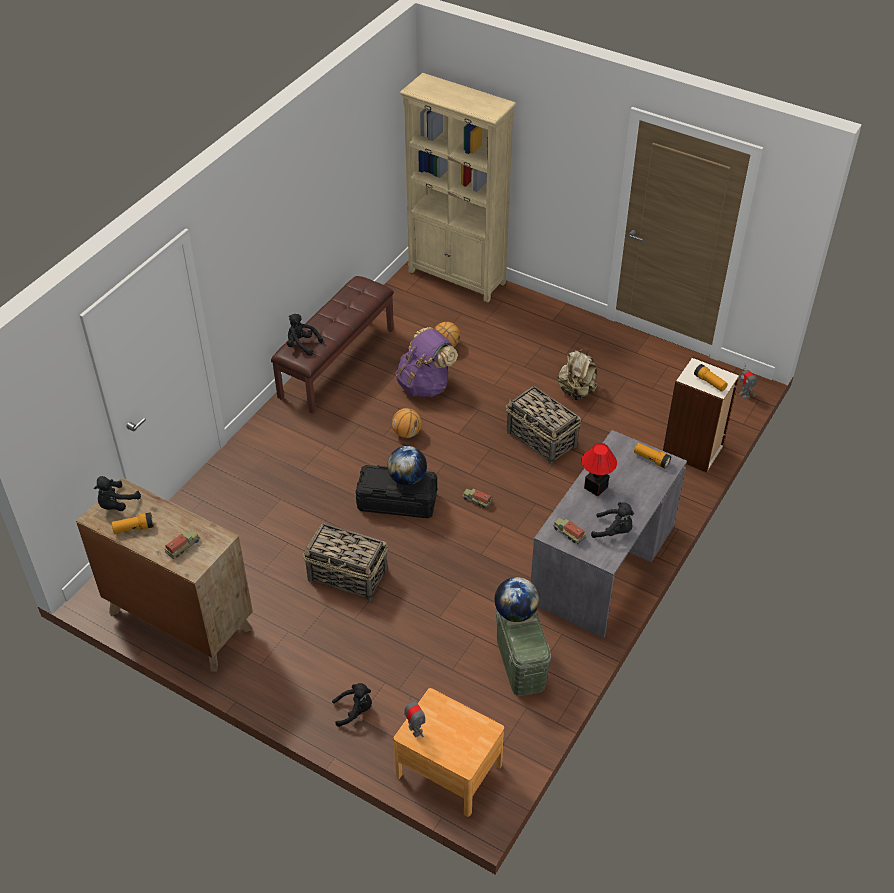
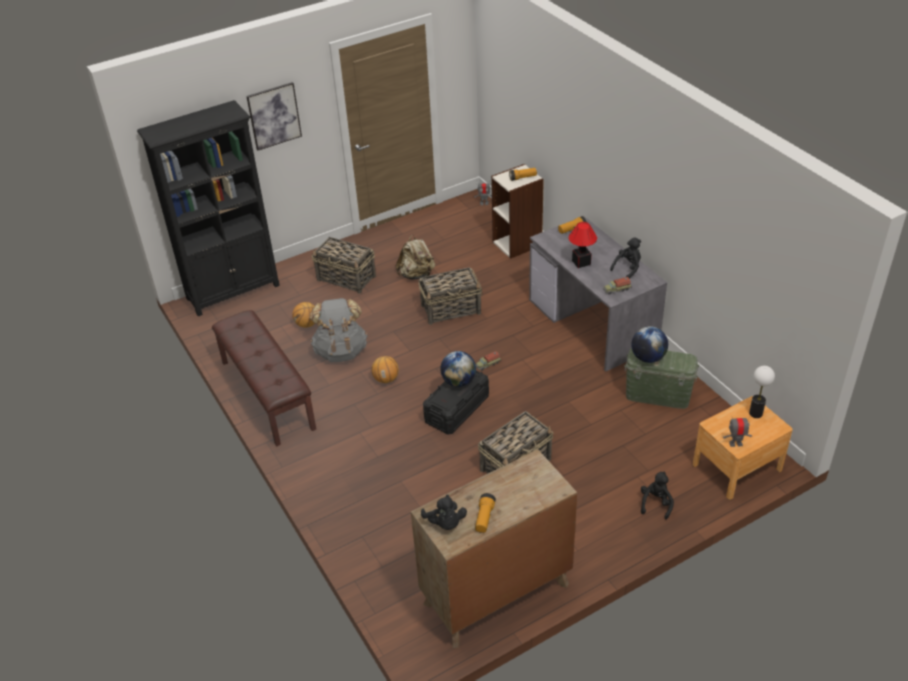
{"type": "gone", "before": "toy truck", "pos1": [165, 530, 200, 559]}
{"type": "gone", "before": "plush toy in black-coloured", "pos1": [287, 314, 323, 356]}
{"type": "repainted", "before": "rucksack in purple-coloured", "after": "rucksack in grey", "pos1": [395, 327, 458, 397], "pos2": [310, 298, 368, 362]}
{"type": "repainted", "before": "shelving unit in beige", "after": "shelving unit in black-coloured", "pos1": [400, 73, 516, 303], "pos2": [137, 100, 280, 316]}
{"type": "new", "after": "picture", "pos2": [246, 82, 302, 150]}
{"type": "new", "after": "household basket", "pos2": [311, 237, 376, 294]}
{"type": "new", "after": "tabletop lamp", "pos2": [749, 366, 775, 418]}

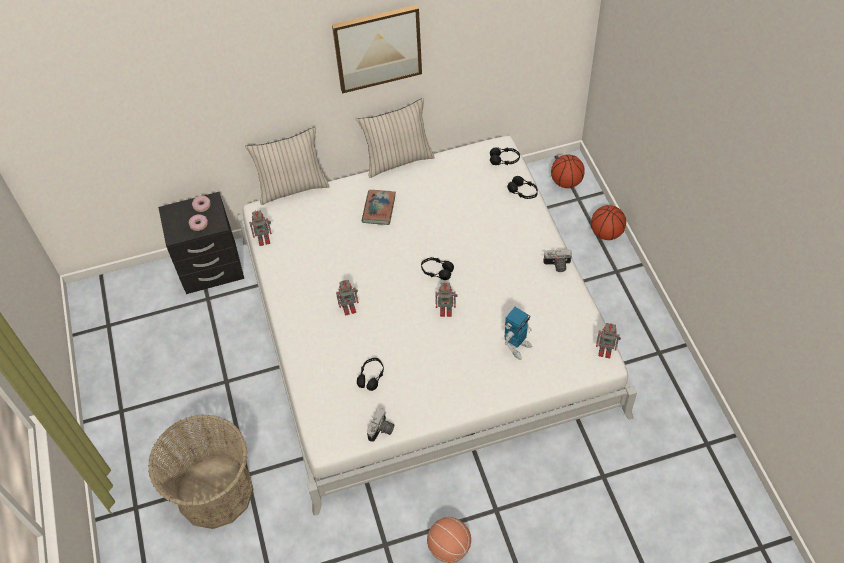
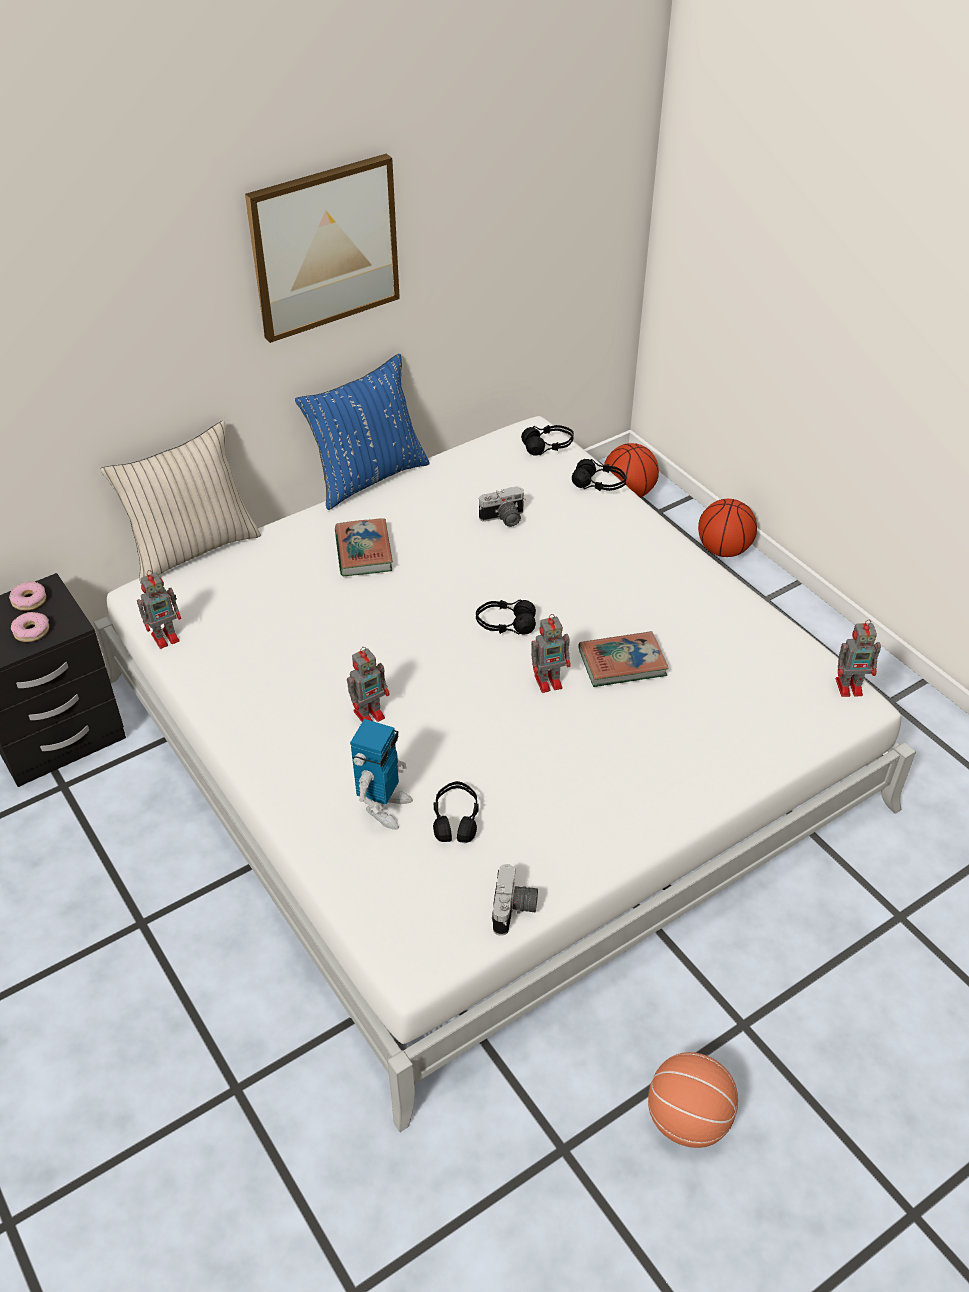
{"type": "gone", "before": "household basket", "pos1": [148, 414, 254, 529]}
{"type": "repainted", "before": "pillow in beige", "after": "pillow in blue-coloured", "pos1": [357, 98, 435, 178], "pos2": [295, 354, 430, 510]}
{"type": "shifted", "before": "model robot", "pos1": [504, 307, 532, 360], "pos2": [350, 719, 413, 830]}
{"type": "shifted", "before": "photo camera", "pos1": [543, 249, 573, 272], "pos2": [479, 486, 526, 527]}
{"type": "new", "after": "book", "pos2": [579, 631, 669, 687]}

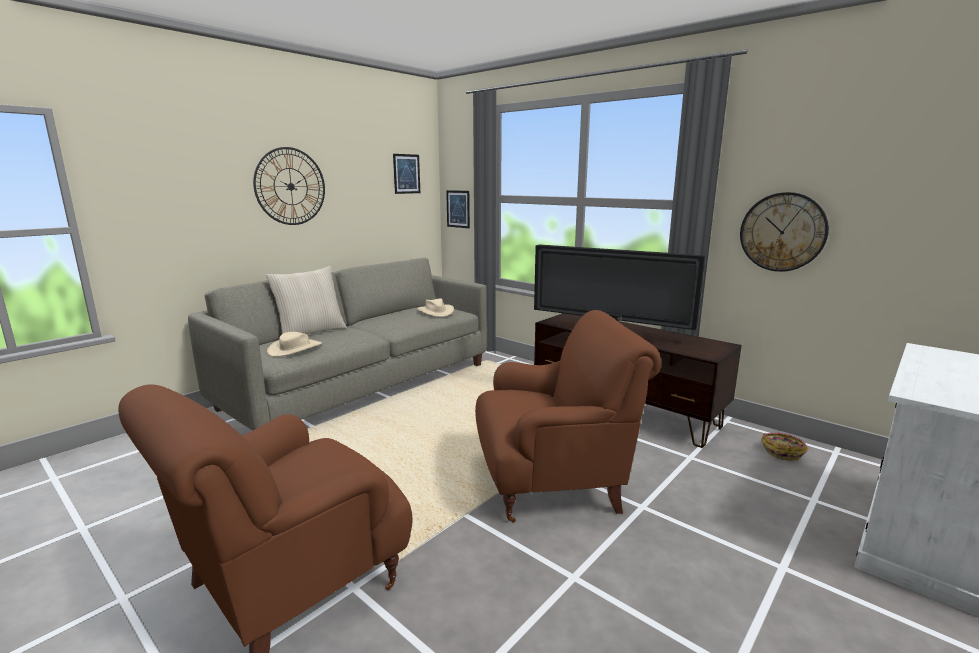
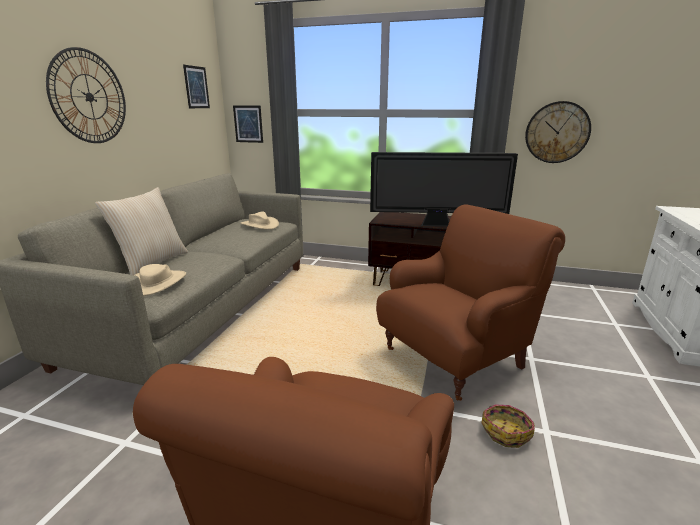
{"type": "shifted", "before": "household basket", "pos1": [761, 432, 809, 461], "pos2": [481, 404, 535, 448]}

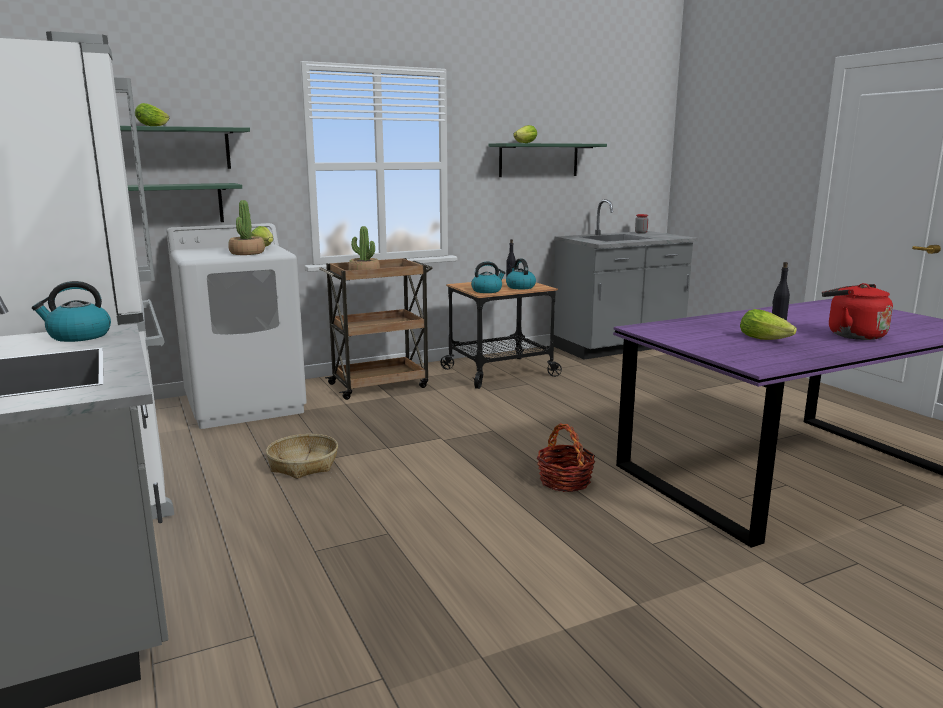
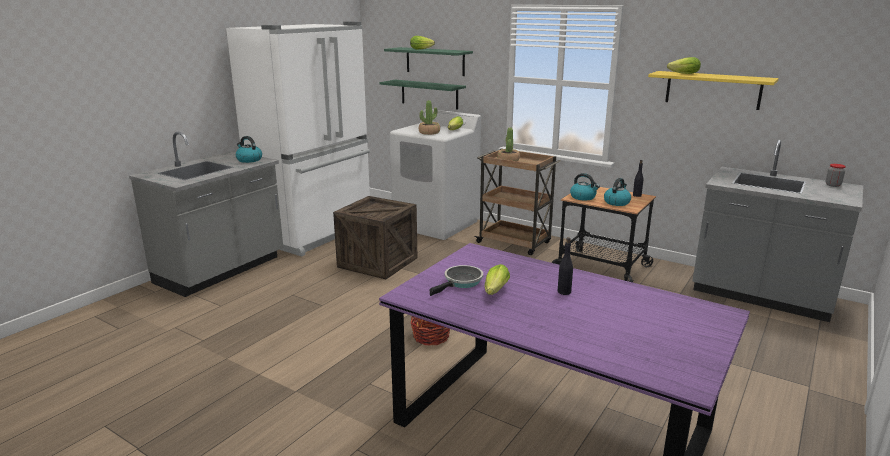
{"type": "swapped", "before": "household basket", "after": "crate", "pos1": [266, 434, 338, 479], "pos2": [333, 196, 417, 279]}
{"type": "repainted", "before": "wall shelf in green", "after": "wall shelf in yellow", "pos1": [489, 143, 607, 177], "pos2": [648, 71, 779, 110]}
{"type": "gone", "before": "water kettle in red", "pos1": [822, 283, 893, 340]}
{"type": "new", "after": "frying pan", "pos2": [430, 265, 483, 296]}

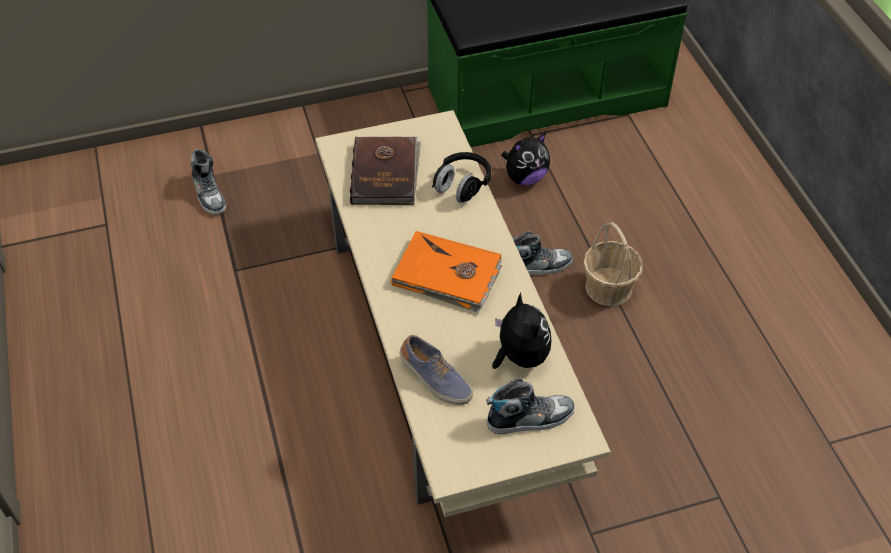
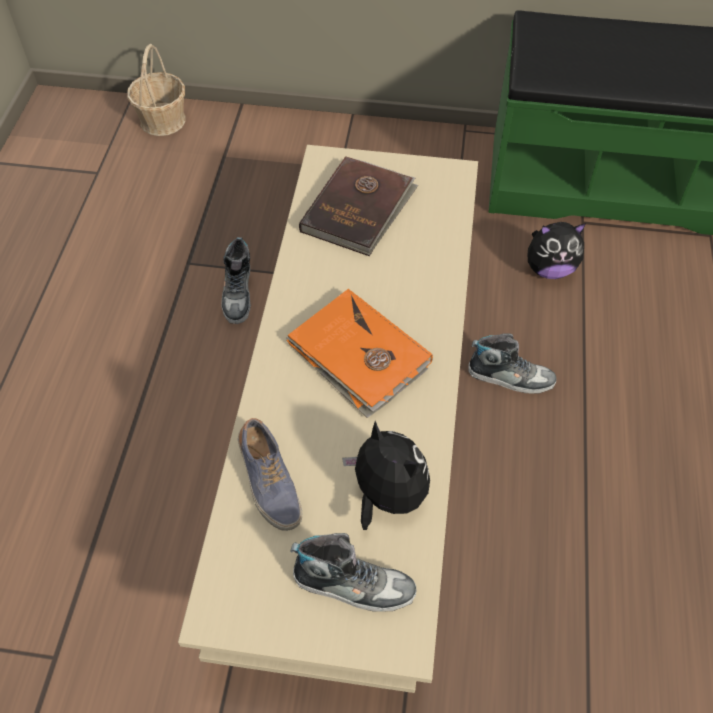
{"type": "shifted", "before": "shoe", "pos1": [191, 149, 226, 215], "pos2": [222, 237, 251, 324]}
{"type": "gone", "before": "headset in black-coloured", "pos1": [432, 152, 491, 203]}
{"type": "rotated", "before": "plush toy", "pos1": [492, 292, 552, 369], "pos2": [342, 421, 430, 530], "turn": -45}
{"type": "shifted", "before": "household basket", "pos1": [583, 222, 643, 306], "pos2": [127, 44, 185, 136]}

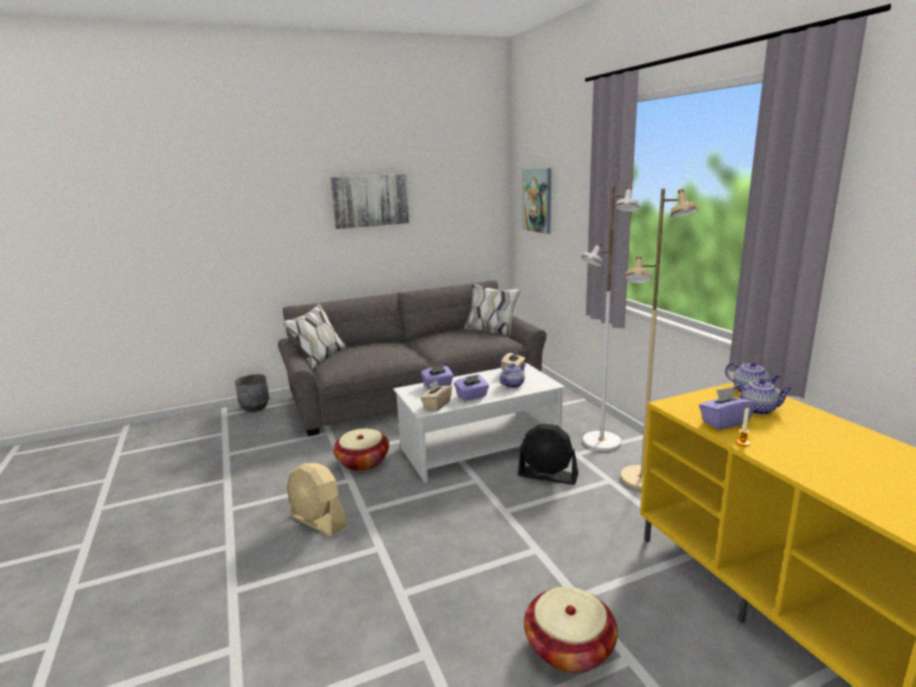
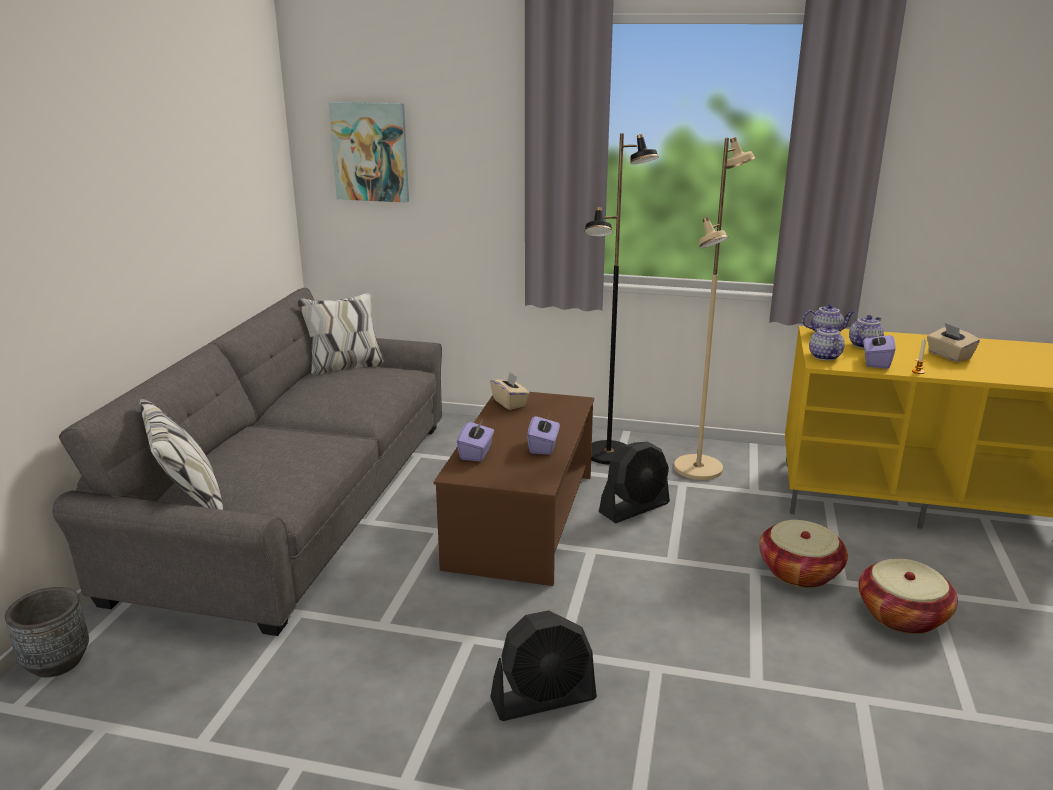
{"type": "repainted", "before": "electric fan in beige", "after": "electric fan in black-coloured", "pos1": [287, 463, 348, 537], "pos2": [490, 610, 597, 721]}
{"type": "gone", "before": "picture", "pos1": [330, 174, 409, 229]}
{"type": "shifted", "before": "household basket", "pos1": [333, 429, 389, 471], "pos2": [759, 520, 848, 588]}
{"type": "repainted", "before": "coffee table in whitish", "after": "coffee table in brown", "pos1": [394, 363, 565, 483], "pos2": [434, 392, 594, 586]}
{"type": "shifted", "before": "box of tissues in beige", "pos1": [420, 380, 452, 411], "pos2": [927, 323, 980, 362]}
{"type": "shifted", "before": "teapot", "pos1": [499, 363, 526, 388], "pos2": [809, 325, 845, 360]}
{"type": "repainted", "before": "standard lamp in whitish", "after": "standard lamp in black-coloured", "pos1": [581, 186, 640, 451], "pos2": [584, 133, 659, 465]}

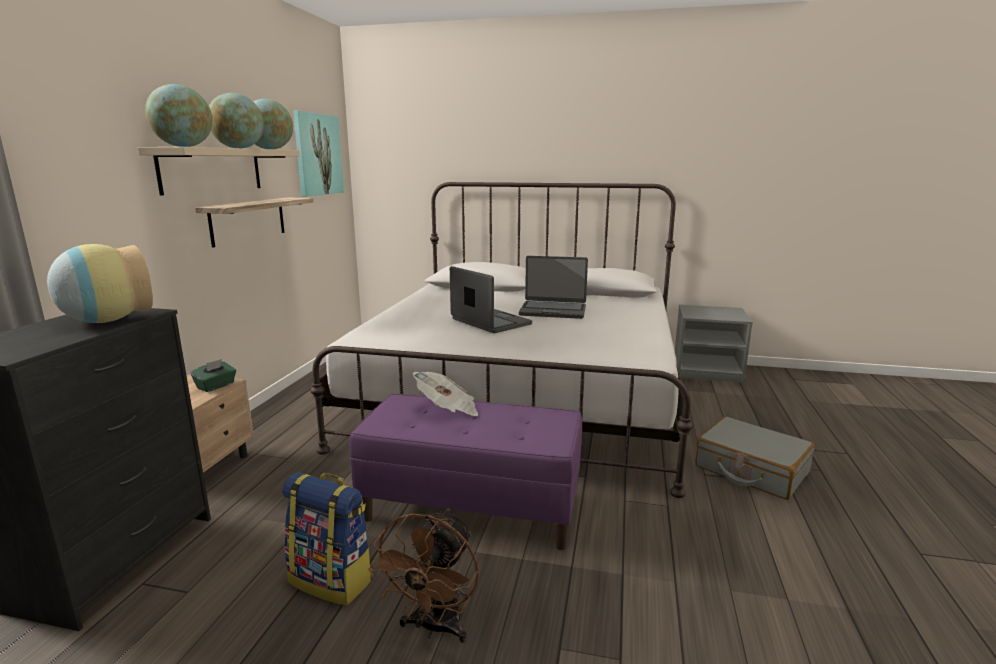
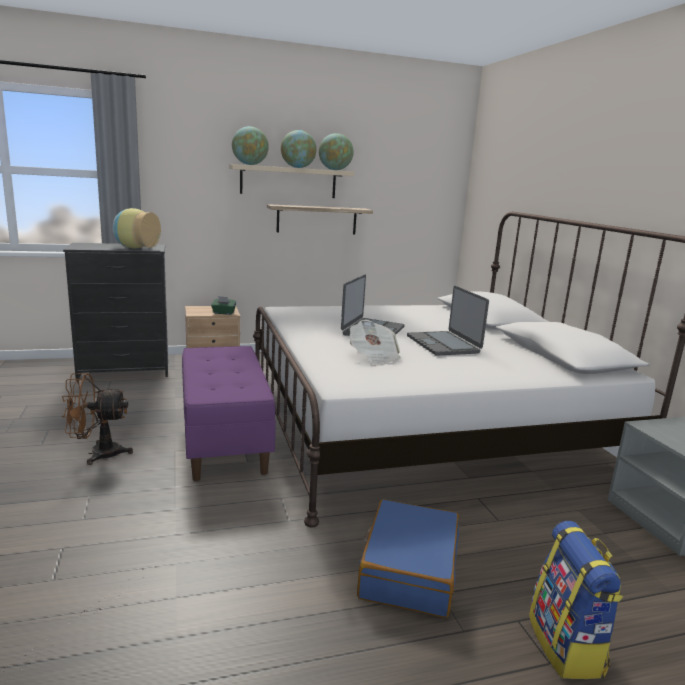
{"type": "shifted", "before": "rucksack", "pos1": [282, 472, 373, 606], "pos2": [529, 521, 623, 679]}
{"type": "gone", "before": "picture", "pos1": [293, 111, 344, 197]}
{"type": "shifted", "before": "daily paper", "pos1": [413, 372, 478, 416], "pos2": [350, 320, 401, 366]}
{"type": "repainted", "before": "piece of luggage in grey", "after": "piece of luggage in blue-coloured", "pos1": [695, 416, 815, 500], "pos2": [357, 499, 459, 618]}

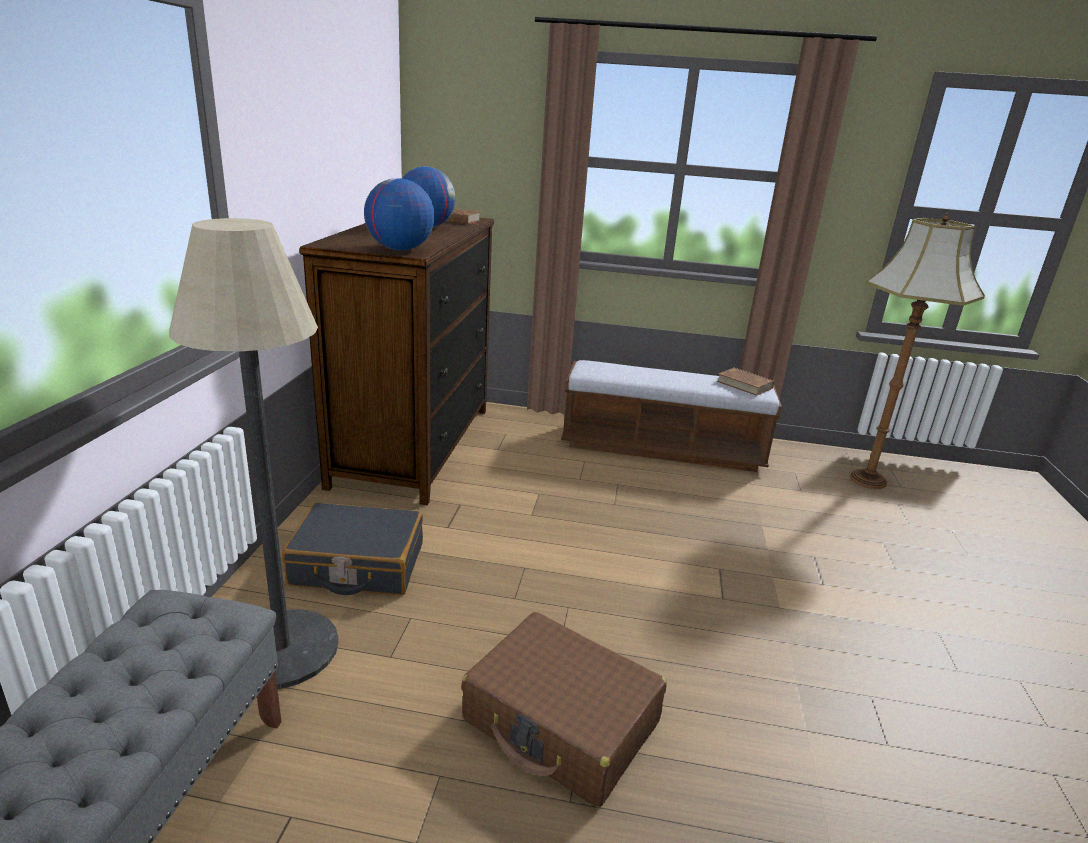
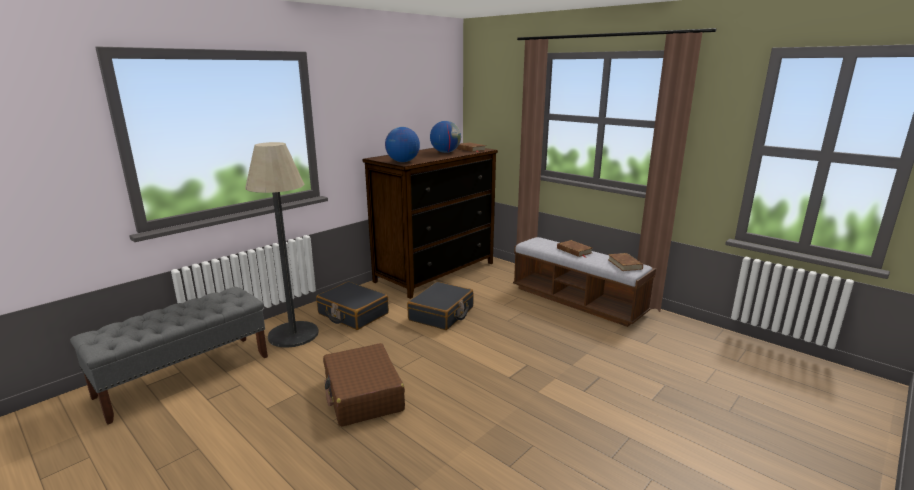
{"type": "gone", "before": "standard lamp", "pos1": [850, 213, 985, 489]}
{"type": "new", "after": "piece of luggage in black-coloured", "pos2": [407, 282, 474, 330]}
{"type": "new", "after": "book in brown", "pos2": [557, 240, 592, 258]}

